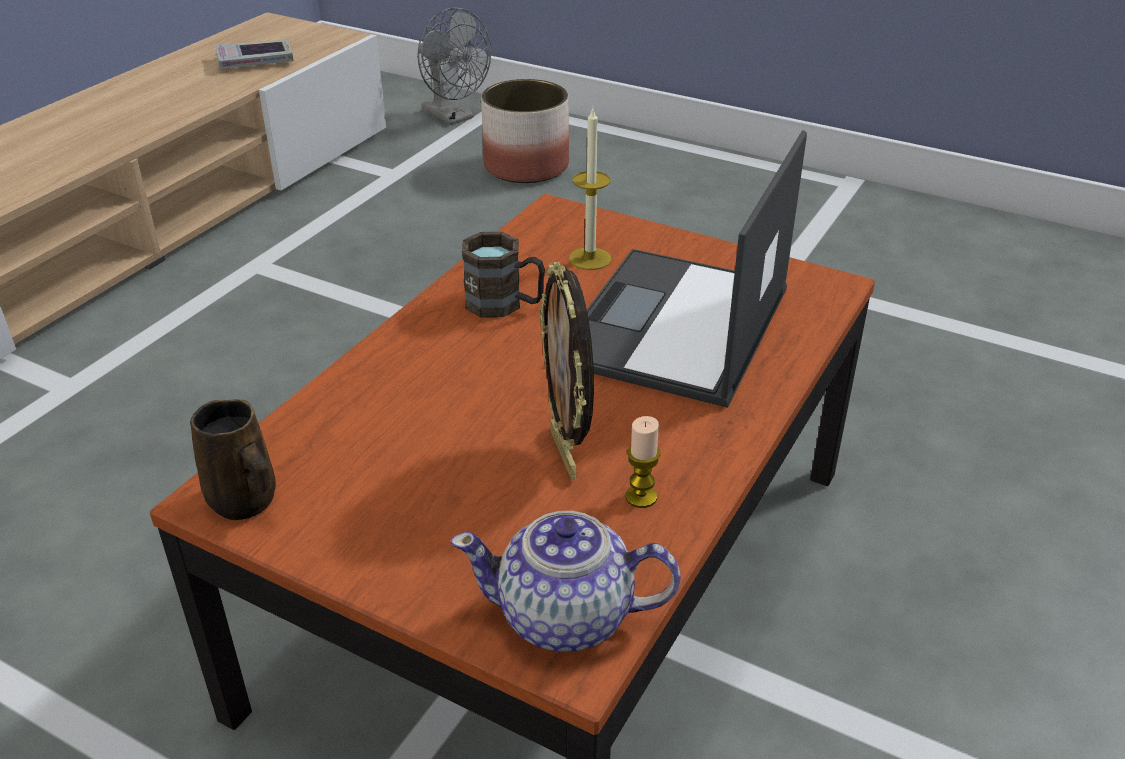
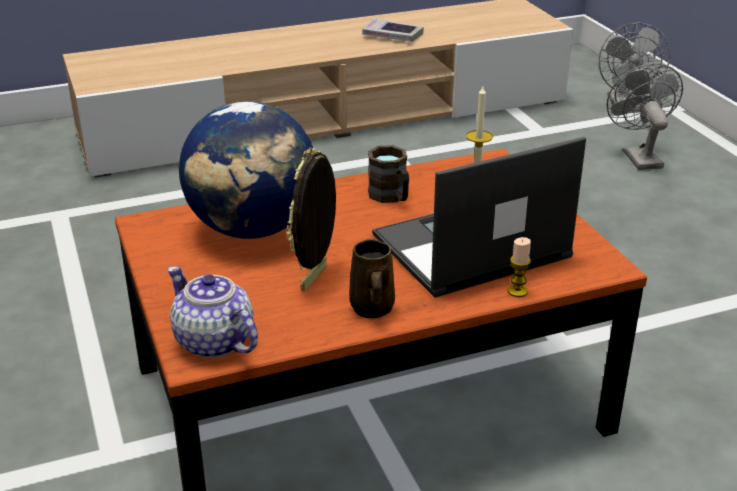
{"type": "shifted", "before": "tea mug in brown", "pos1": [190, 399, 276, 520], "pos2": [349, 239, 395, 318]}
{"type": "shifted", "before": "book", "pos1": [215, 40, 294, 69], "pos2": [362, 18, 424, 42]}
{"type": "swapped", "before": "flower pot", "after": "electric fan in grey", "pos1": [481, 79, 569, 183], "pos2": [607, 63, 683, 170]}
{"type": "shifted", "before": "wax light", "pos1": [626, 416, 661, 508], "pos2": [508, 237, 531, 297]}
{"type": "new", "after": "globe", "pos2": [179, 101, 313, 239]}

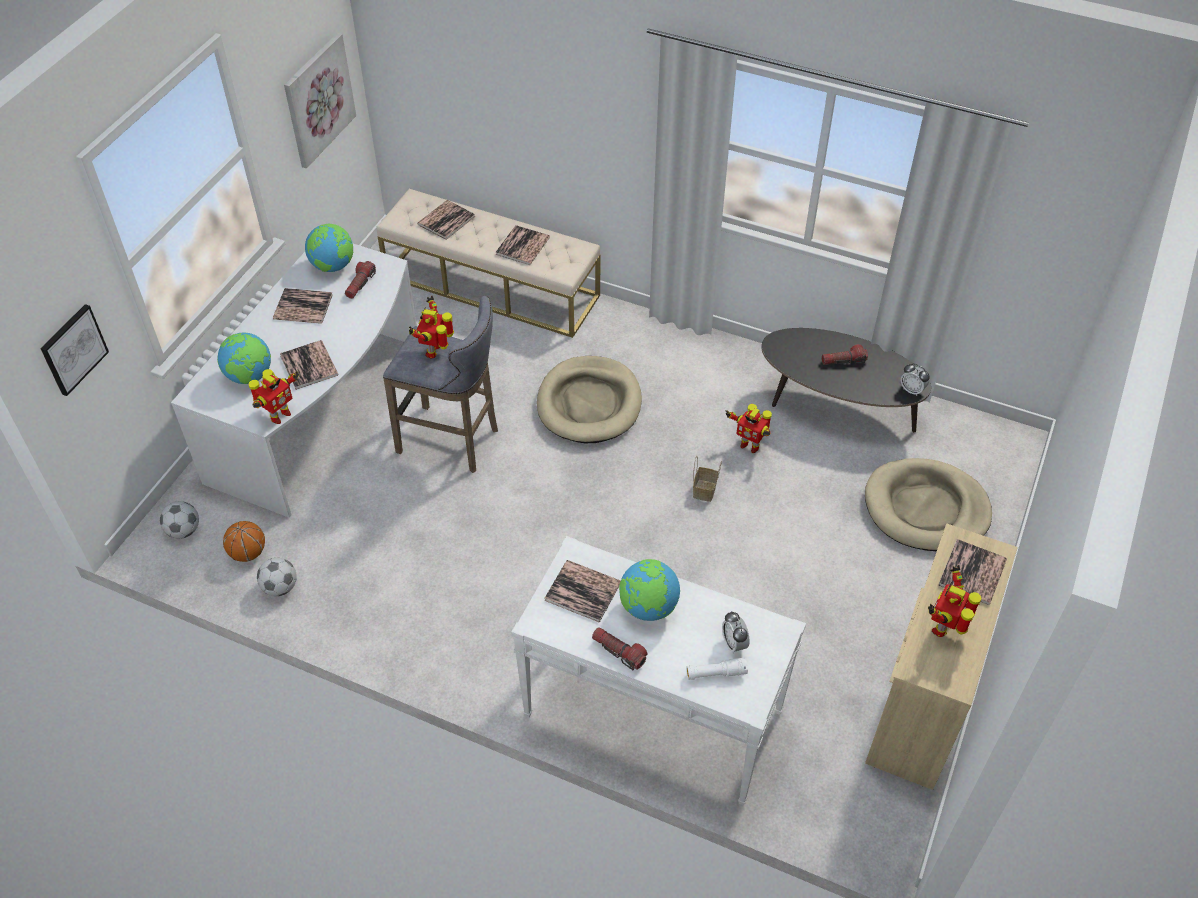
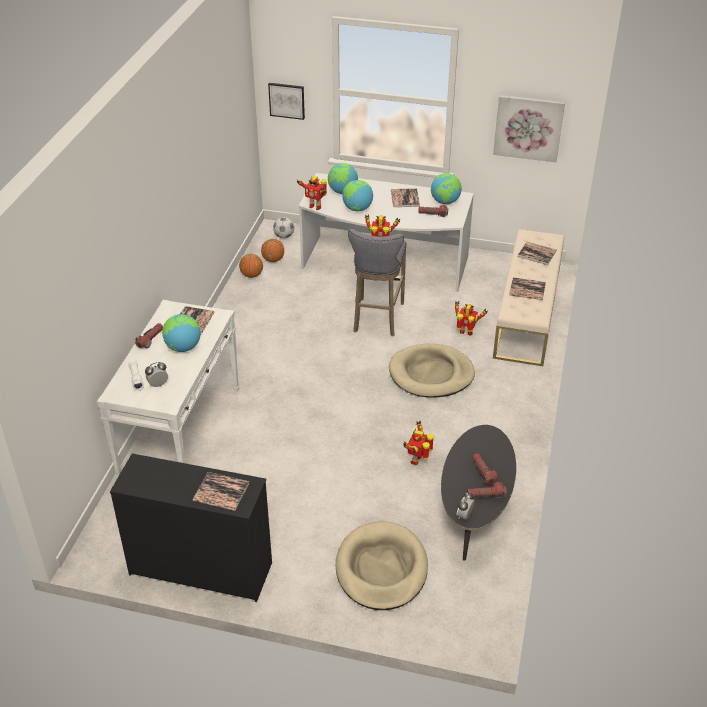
{"type": "swapped", "before": "football", "after": "ball for basketball", "pos1": [257, 558, 297, 596], "pos2": [239, 254, 263, 278]}
{"type": "swapped", "before": "book", "after": "globe", "pos1": [280, 340, 339, 390], "pos2": [342, 180, 373, 211]}
{"type": "gone", "before": "household basket", "pos1": [693, 456, 722, 502]}
{"type": "repainted", "before": "drawer chest in beige", "after": "drawer chest in black-coloured", "pos1": [865, 523, 1018, 790], "pos2": [110, 453, 272, 602]}
{"type": "shifted", "before": "model robot", "pos1": [928, 565, 981, 637], "pos2": [455, 301, 488, 336]}
{"type": "new", "after": "flashlight", "pos2": [467, 482, 507, 499]}

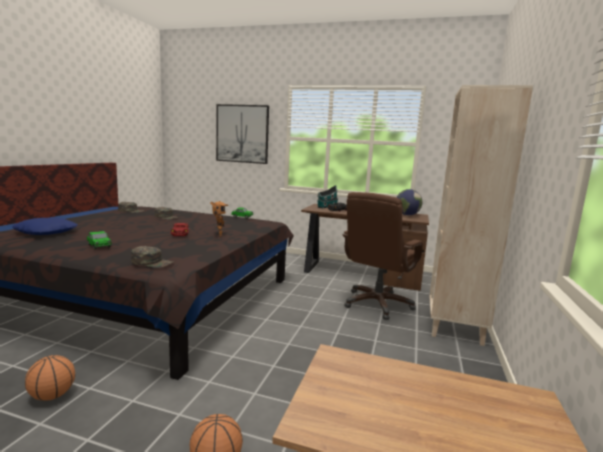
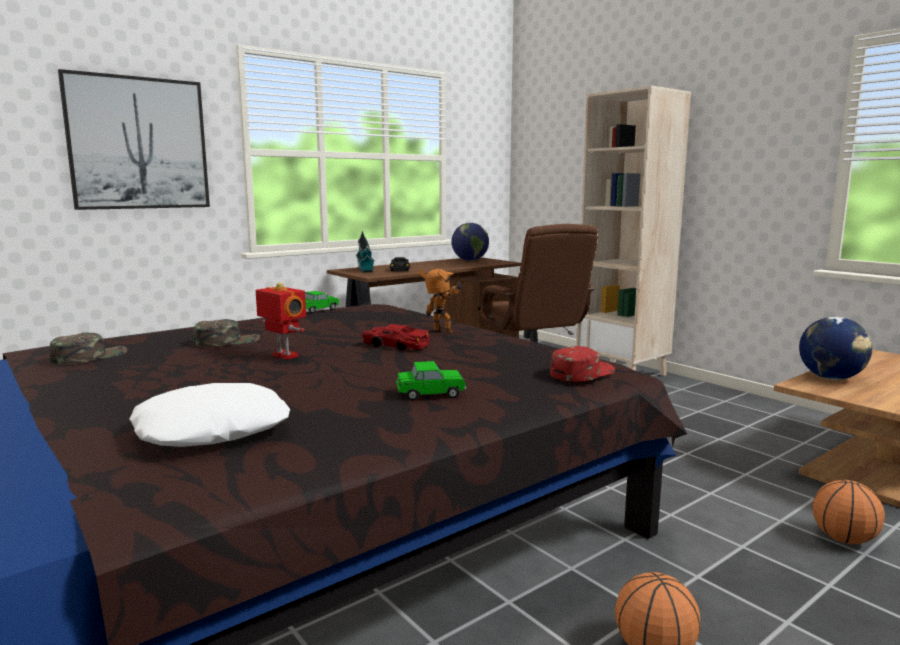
{"type": "repainted", "before": "pillow in blue-coloured", "after": "pillow in whitish", "pos1": [12, 217, 78, 235], "pos2": [129, 383, 290, 447]}
{"type": "repainted", "before": "cap in green", "after": "cap in red", "pos1": [131, 246, 173, 268], "pos2": [550, 346, 615, 381]}
{"type": "new", "after": "model robot", "pos2": [256, 282, 306, 360]}
{"type": "new", "after": "globe", "pos2": [799, 317, 872, 380]}

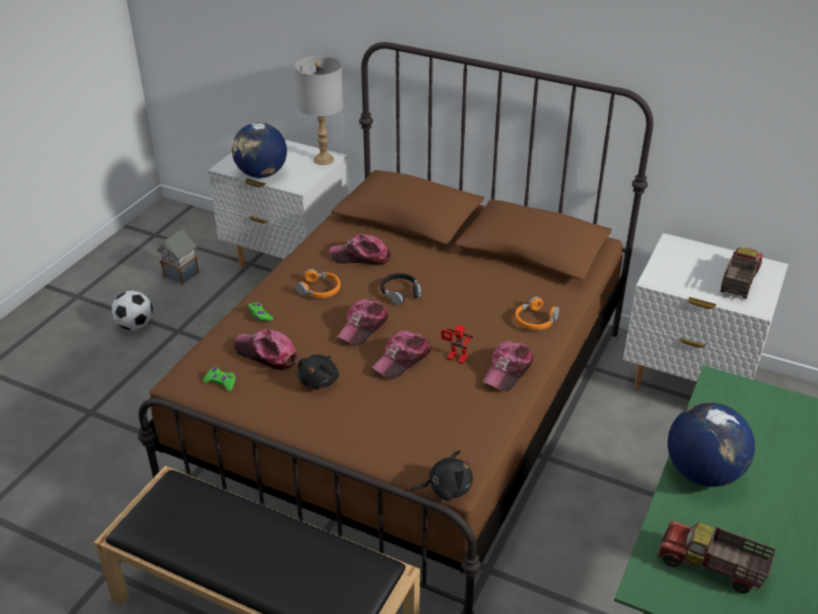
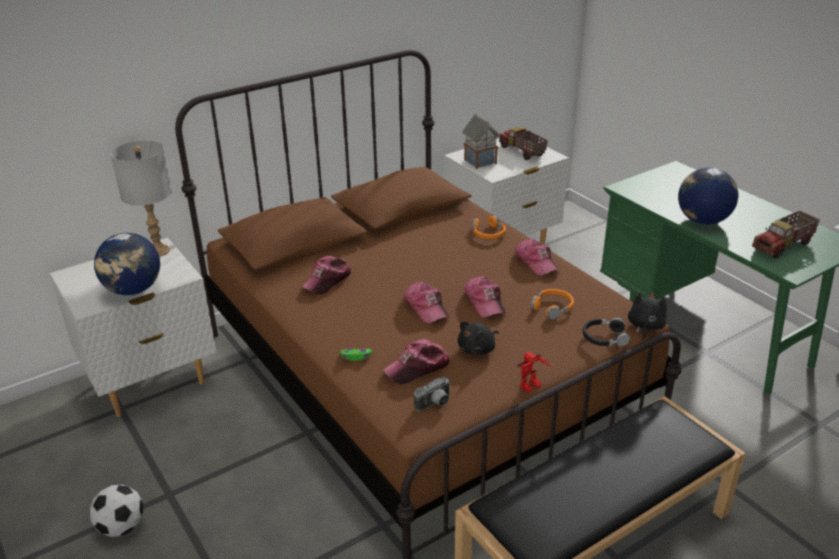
{"type": "shifted", "before": "model house", "pos1": [157, 228, 199, 285], "pos2": [462, 114, 500, 169]}
{"type": "swapped", "before": "gamepad in green", "after": "photo camera", "pos1": [203, 367, 236, 391], "pos2": [414, 377, 450, 411]}
{"type": "shifted", "before": "headset in orangey", "pos1": [296, 269, 340, 298], "pos2": [531, 289, 574, 320]}
{"type": "rotated", "before": "plush toy in black-coloured", "pos1": [298, 354, 339, 389], "pos2": [458, 321, 499, 355], "turn": 90}
{"type": "shifted", "before": "headset in black-coloured", "pos1": [381, 273, 421, 305], "pos2": [583, 318, 630, 347]}
{"type": "shifted", "before": "model robot", "pos1": [441, 325, 473, 364], "pos2": [517, 352, 550, 393]}

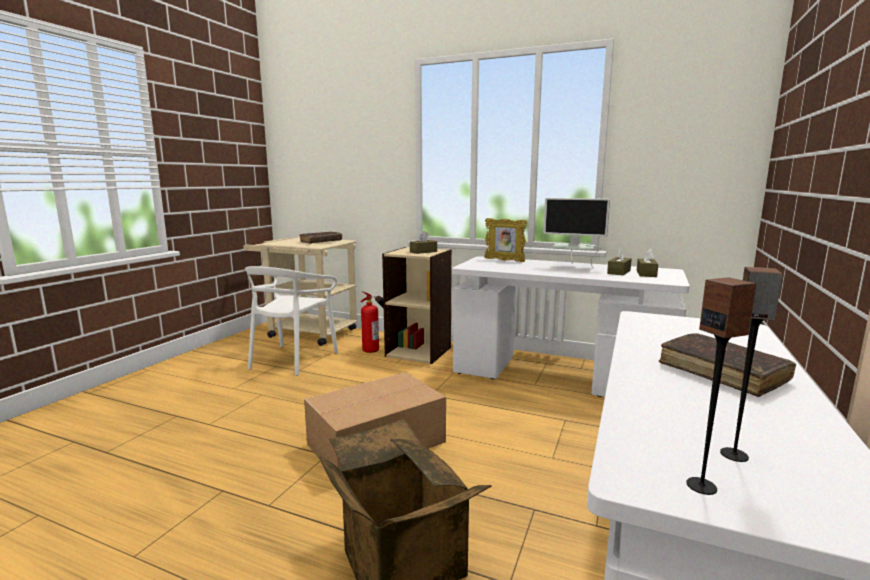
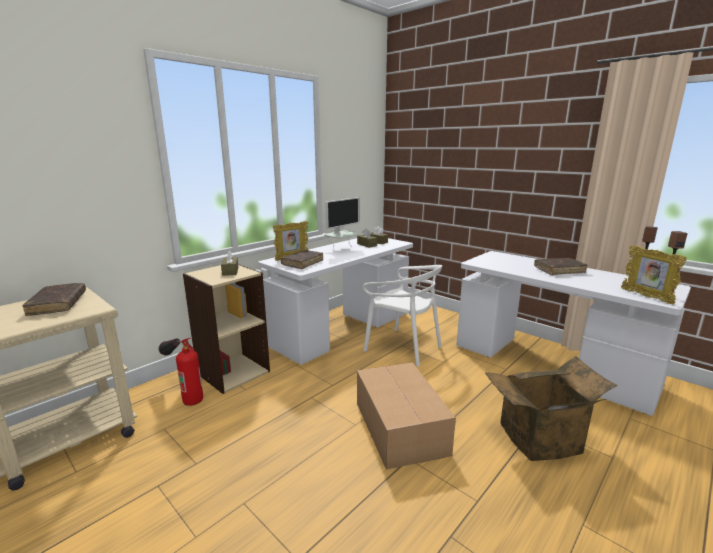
{"type": "shifted", "before": "chair in whitish", "pos1": [245, 266, 338, 376], "pos2": [362, 265, 442, 367]}
{"type": "new", "after": "book in brown", "pos2": [281, 250, 323, 269]}
{"type": "new", "after": "standing frame", "pos2": [621, 245, 686, 304]}

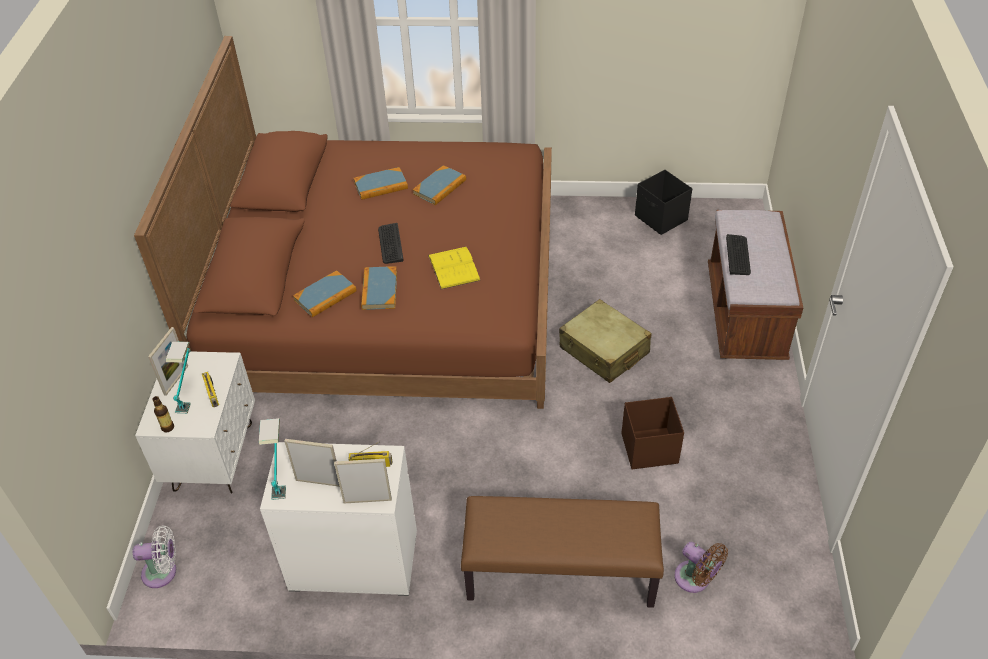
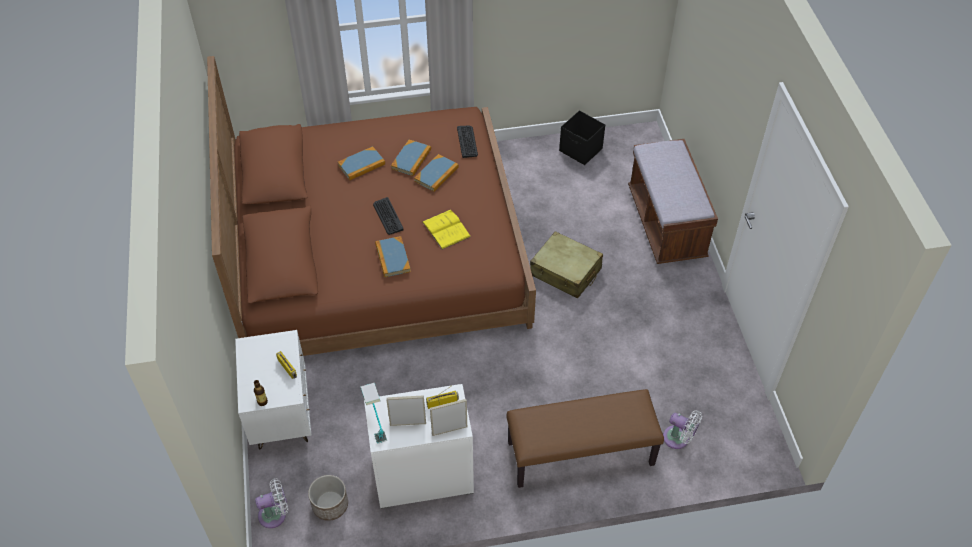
{"type": "gone", "before": "standing frame", "pos1": [148, 327, 188, 396]}
{"type": "gone", "before": "tabletop lamp", "pos1": [166, 341, 191, 413]}
{"type": "shifted", "before": "book", "pos1": [293, 270, 357, 317], "pos2": [414, 154, 459, 192]}
{"type": "gone", "before": "storage bin in brown", "pos1": [622, 397, 684, 469]}
{"type": "repainted", "before": "electric fan in brown", "after": "electric fan in whitish", "pos1": [674, 542, 728, 593], "pos2": [663, 410, 702, 449]}
{"type": "shifted", "before": "PC keyboard", "pos1": [726, 234, 751, 275], "pos2": [457, 126, 478, 158]}
{"type": "new", "after": "flower pot", "pos2": [308, 475, 348, 521]}

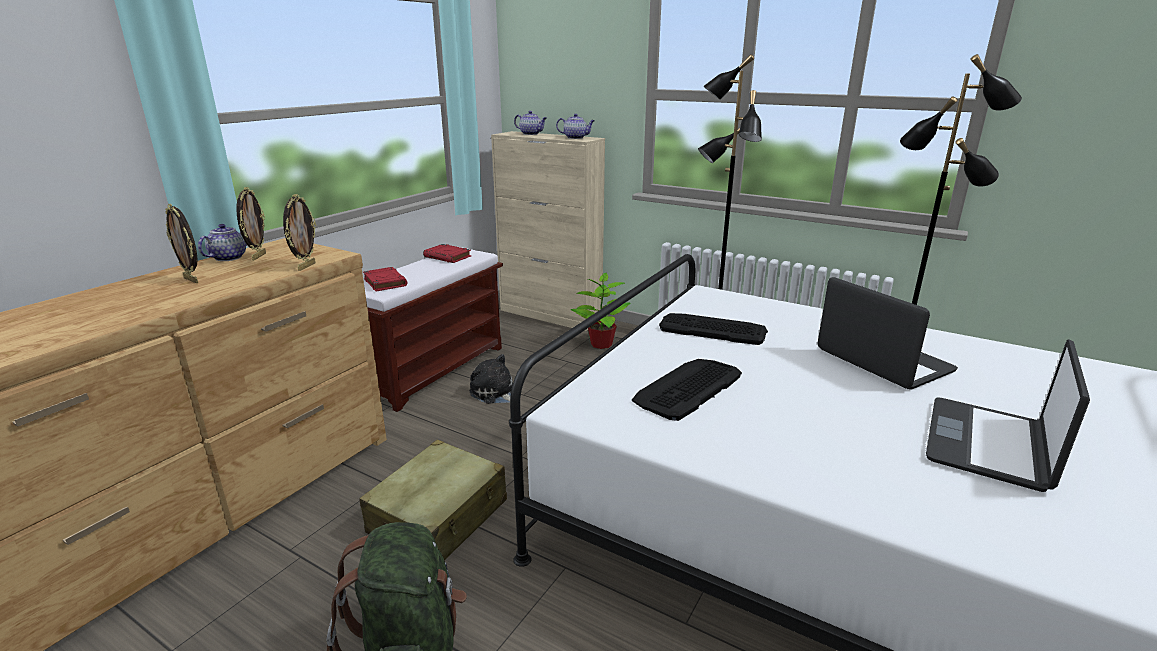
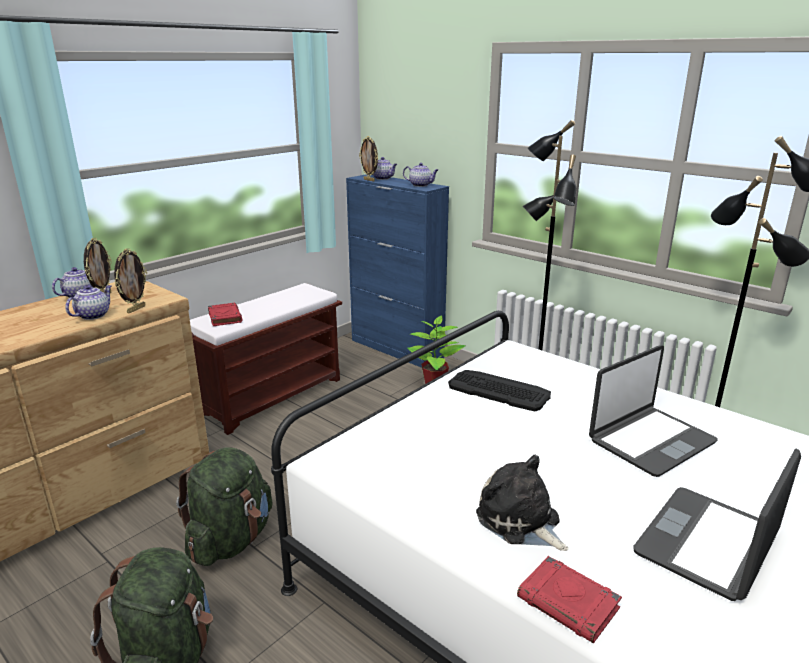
{"type": "shifted", "before": "standing frame", "pos1": [165, 204, 198, 283], "pos2": [359, 136, 378, 182]}
{"type": "swapped", "before": "piece of luggage in beige", "after": "rucksack in green", "pos1": [359, 440, 507, 560], "pos2": [176, 448, 273, 566]}
{"type": "shifted", "before": "book in red", "pos1": [423, 244, 471, 263], "pos2": [517, 556, 622, 644]}
{"type": "shifted", "before": "plush toy", "pos1": [469, 354, 513, 404], "pos2": [476, 455, 569, 551]}
{"type": "repainted", "before": "storage cabinet in beige", "after": "storage cabinet in blue-coloured", "pos1": [491, 131, 605, 331], "pos2": [346, 174, 449, 368]}
{"type": "gone", "before": "PC keyboard", "pos1": [632, 359, 742, 421]}
{"type": "rotated", "before": "portable computer", "pos1": [817, 277, 958, 389], "pos2": [589, 345, 718, 477], "turn": 75}
{"type": "new", "after": "teapot", "pos2": [65, 285, 111, 320]}

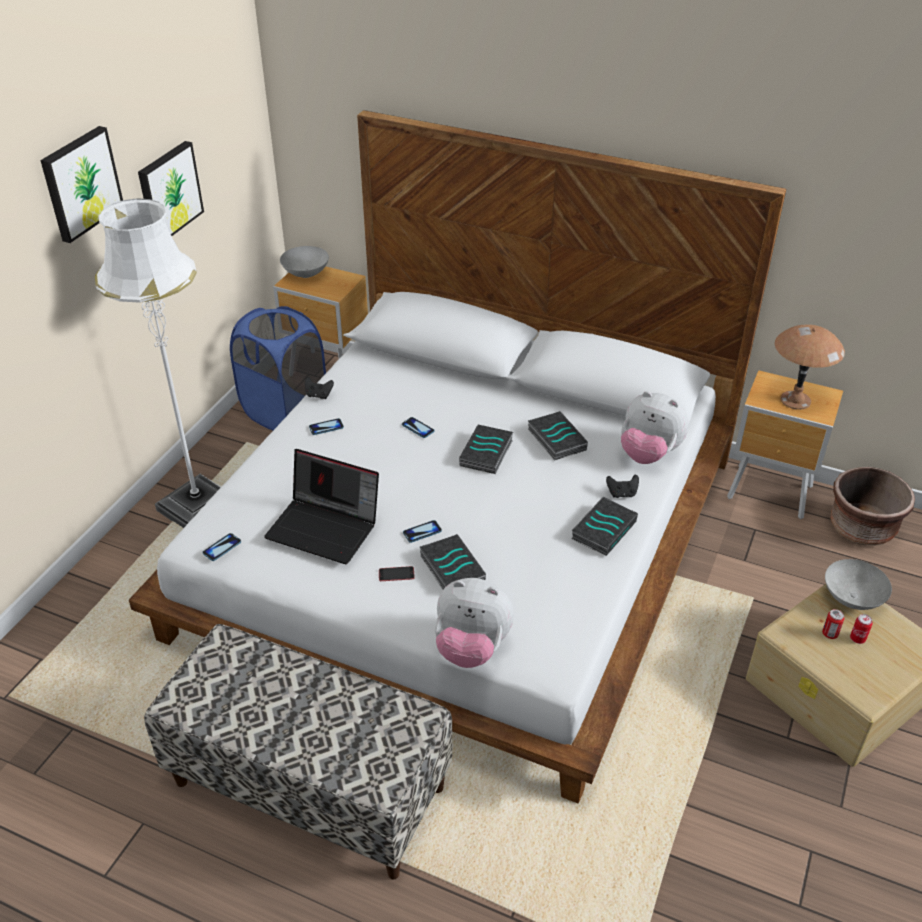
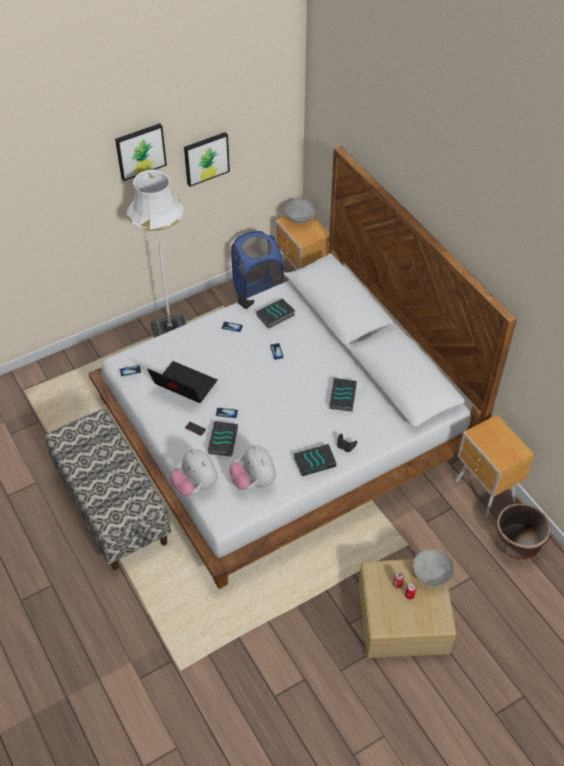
{"type": "rotated", "before": "portable computer", "pos1": [264, 449, 379, 564], "pos2": [147, 361, 217, 403], "turn": 150}
{"type": "shifted", "before": "book", "pos1": [459, 425, 513, 474], "pos2": [256, 298, 295, 329]}
{"type": "shifted", "before": "plush toy", "pos1": [621, 391, 689, 464], "pos2": [230, 445, 276, 490]}
{"type": "gone", "before": "tabletop lamp in brown", "pos1": [775, 324, 845, 410]}

